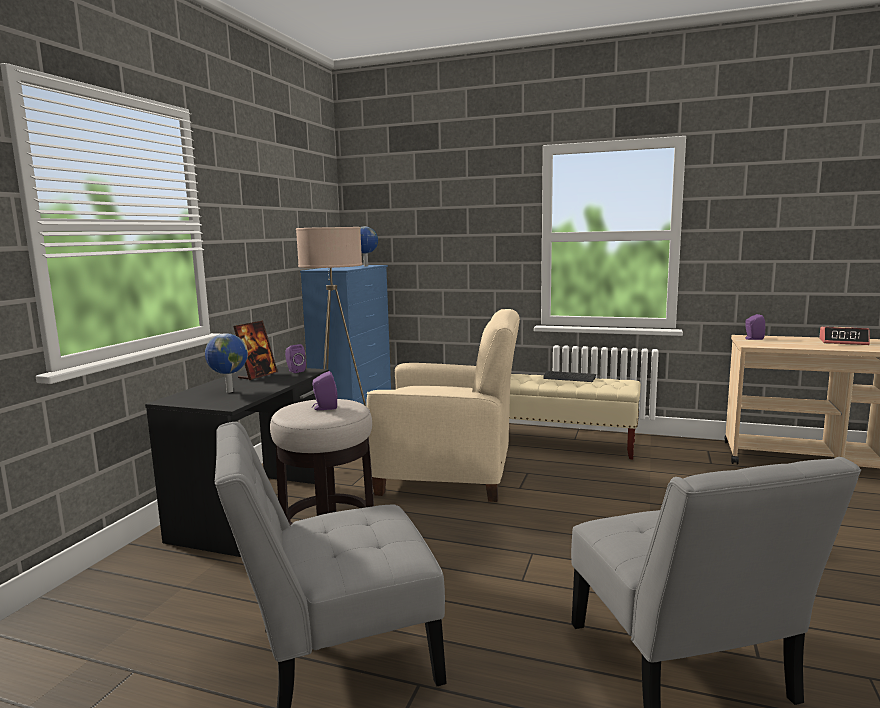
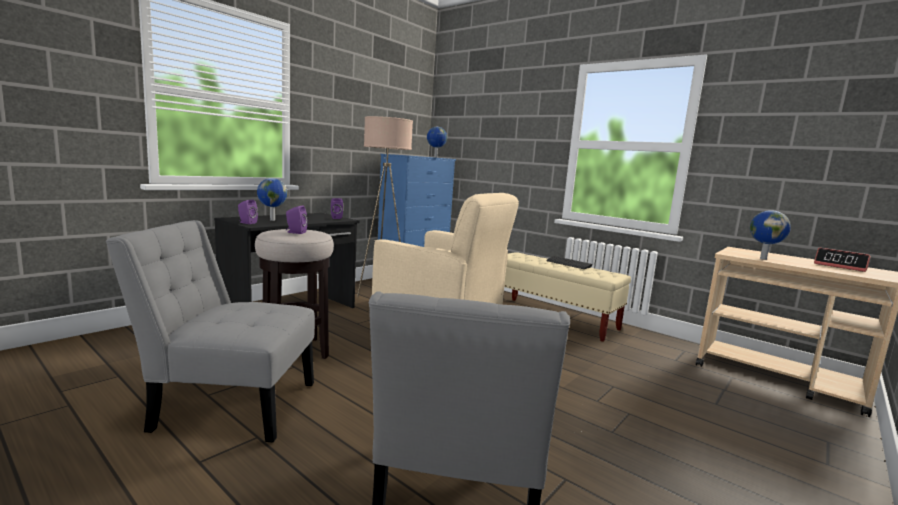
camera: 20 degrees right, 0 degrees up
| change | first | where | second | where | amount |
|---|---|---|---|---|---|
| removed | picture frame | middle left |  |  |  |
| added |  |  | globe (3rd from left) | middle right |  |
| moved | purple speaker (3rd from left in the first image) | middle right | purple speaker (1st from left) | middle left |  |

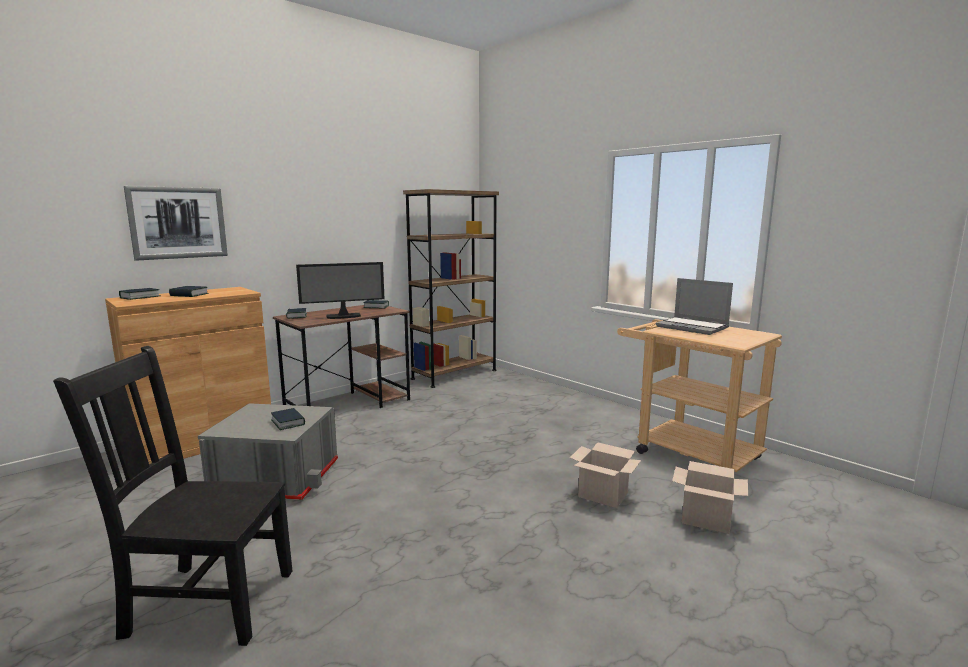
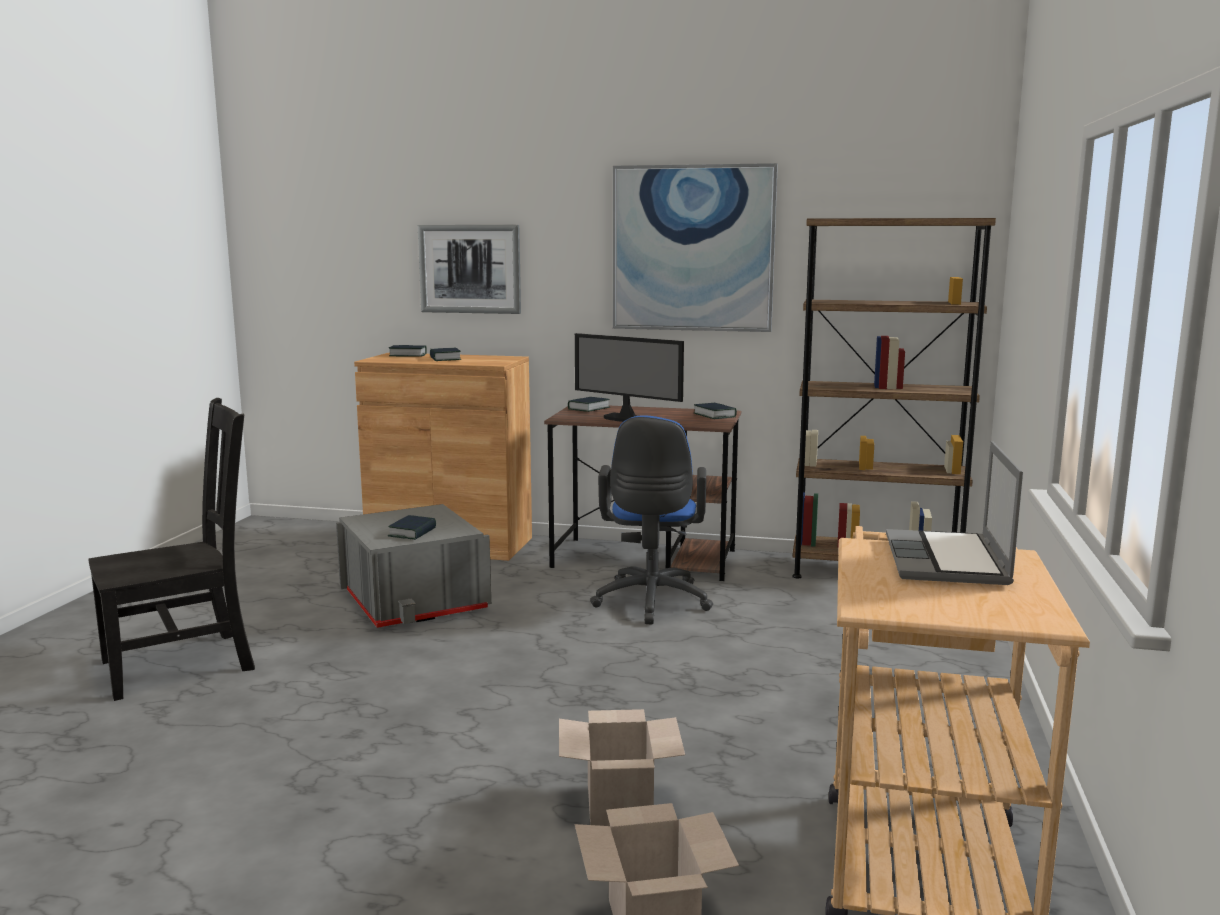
camera: 55 degrees right, 0 degrees up
| change | first | where | second | where | amount |
|---|---|---|---|---|---|
| added |  |  | blue office chair | centre |  |
| added |  |  | picture (2nd from left) | top centre |  |
| turned | black chair | bottom left |  | middle left | 90 degrees clockwise |

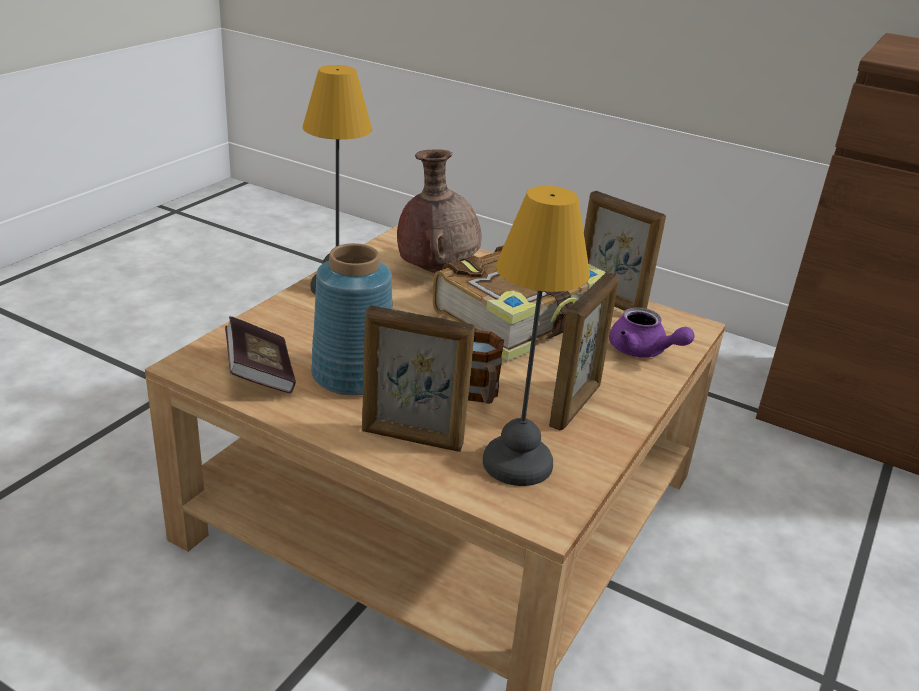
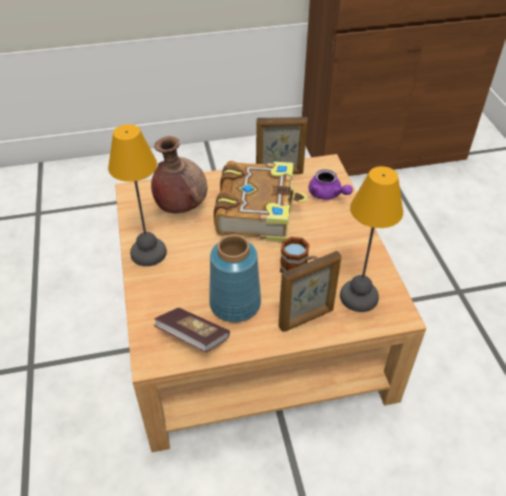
camera: 40 degrees left, 15 degrees up
| change | first | where | second | where | amount |
|---|---|---|---|---|---|
| removed | picture frame (2nd from left) | centre |  |  |  |
| turned | purple teapot | middle right |  | centre | 45 degrees clockwise |

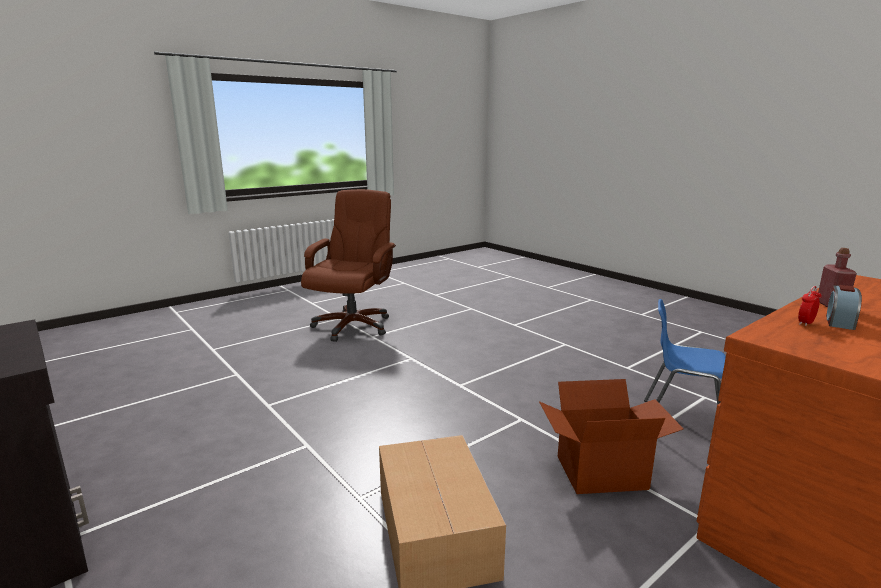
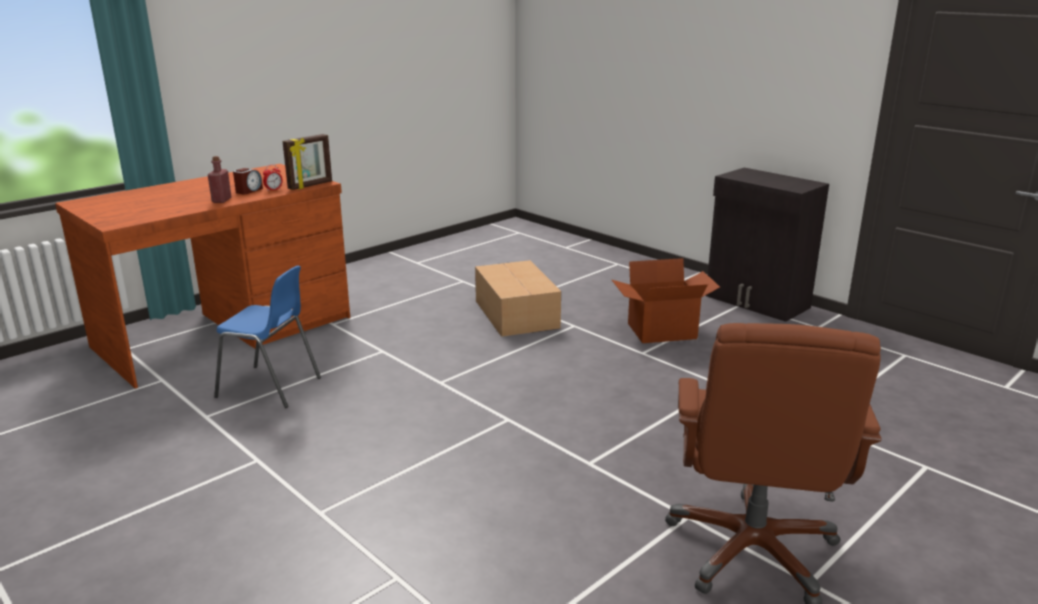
camera: 175 degrees right, 5 degrees up
| change | first | where | second | where | amount |
|---|---|---|---|---|---|
| added |  |  | picture frame | top left |  |
| moved | cardboard box (2nd from left) | bottom right |  | centre |  |

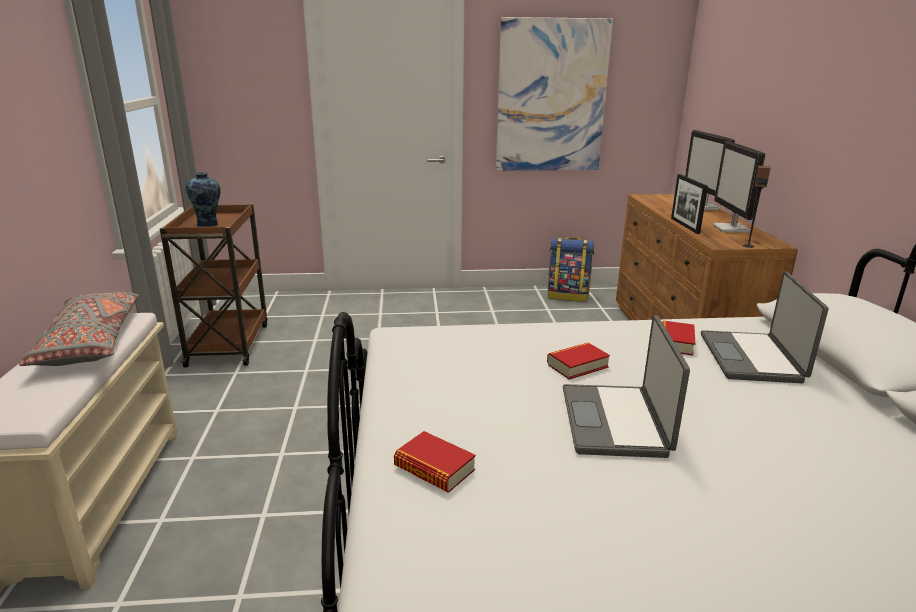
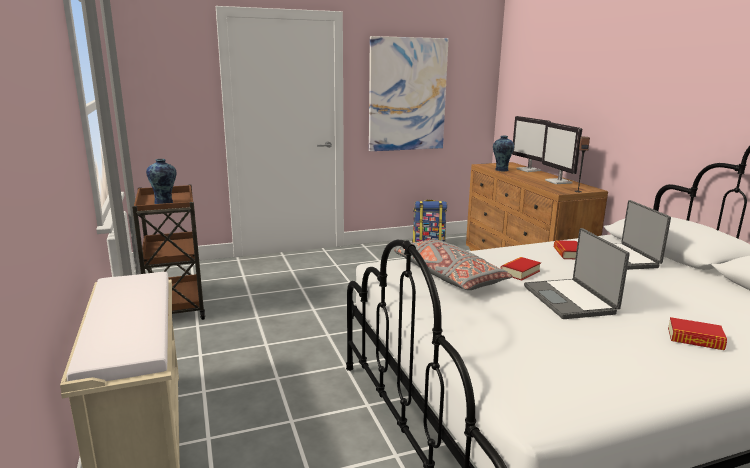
camera: 15 degrees left, 5 degrees down
| change | first | where | second | where | amount |
|---|---|---|---|---|---|
| removed | picture frame | middle right |  |  |  |
| added |  |  | vase (2nd from left) | top right |  |
| moved | grey pillow | middle left |  | centre |  |
| moved | book (1st from left in the first image) | bottom centre | book (3rd from left) | bottom right |  |

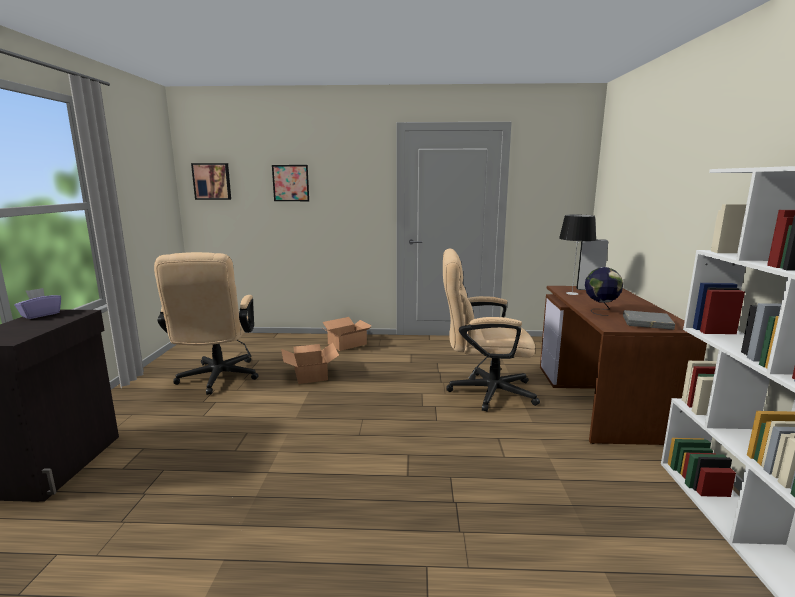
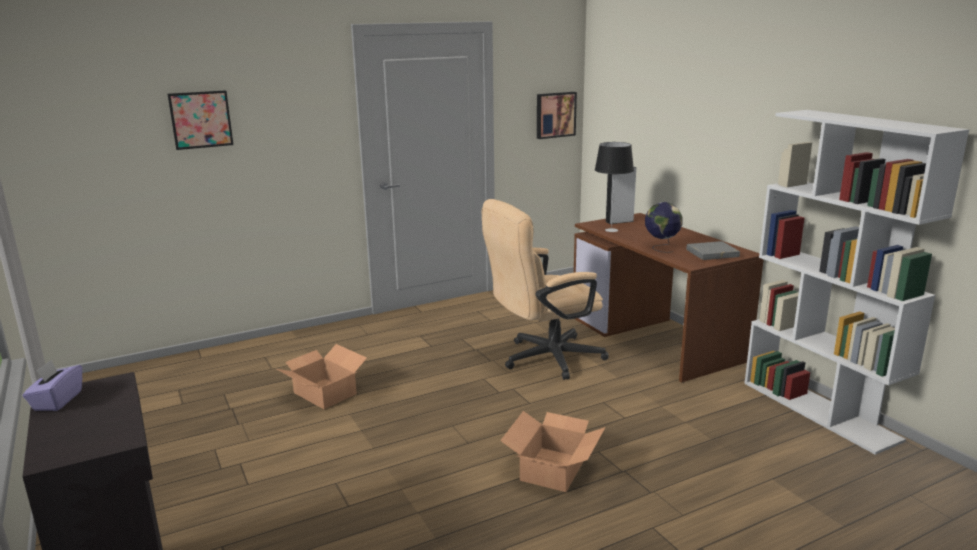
camera: 30 degrees left, 5 degrees up
| change | first | where | second | where | amount |
|---|---|---|---|---|---|
| removed | beige office chair (1st from left) | middle left |  |  |  |
| moved | picture (1st from left in the first image) | top left | picture (2nd from left) | top centre |  |
| moved | cardboard box (2nd from left) | centre |  | bottom centre |  |

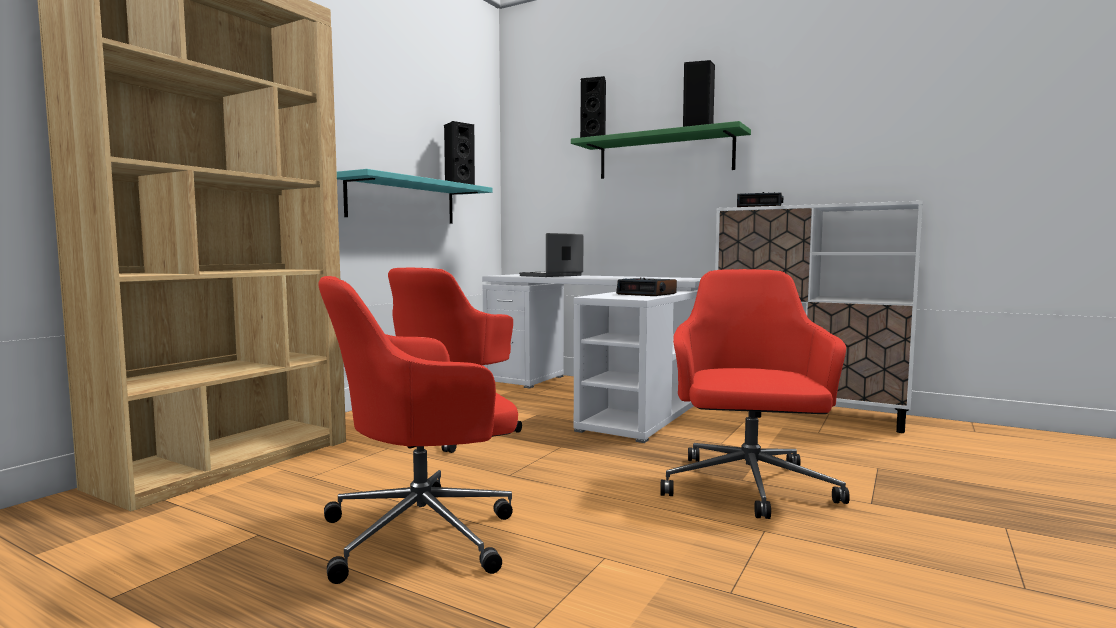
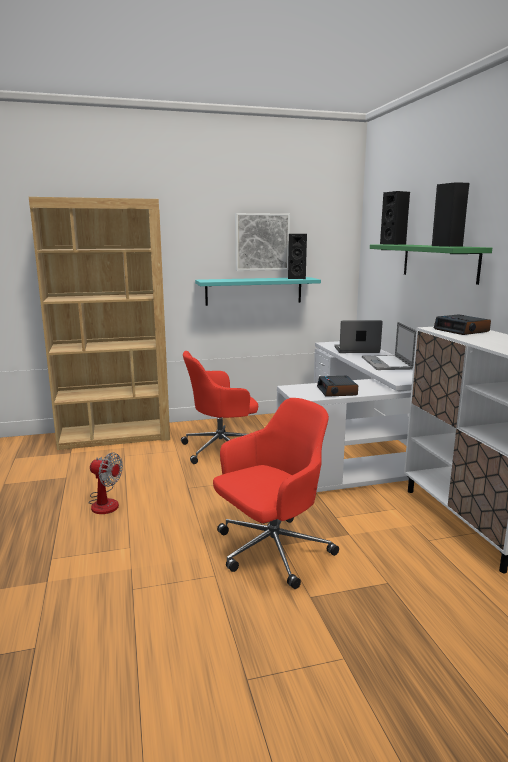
camera: 45 degrees right, 10 degrees up
| change | first | where | second | where | amount |
|---|---|---|---|---|---|
| added |  |  | picture | top centre |  |
| added |  |  | laptop (2nd from left) | middle right |  |
| replaced | red office chair (1st from left) | bottom centre | fan | middle left |  |

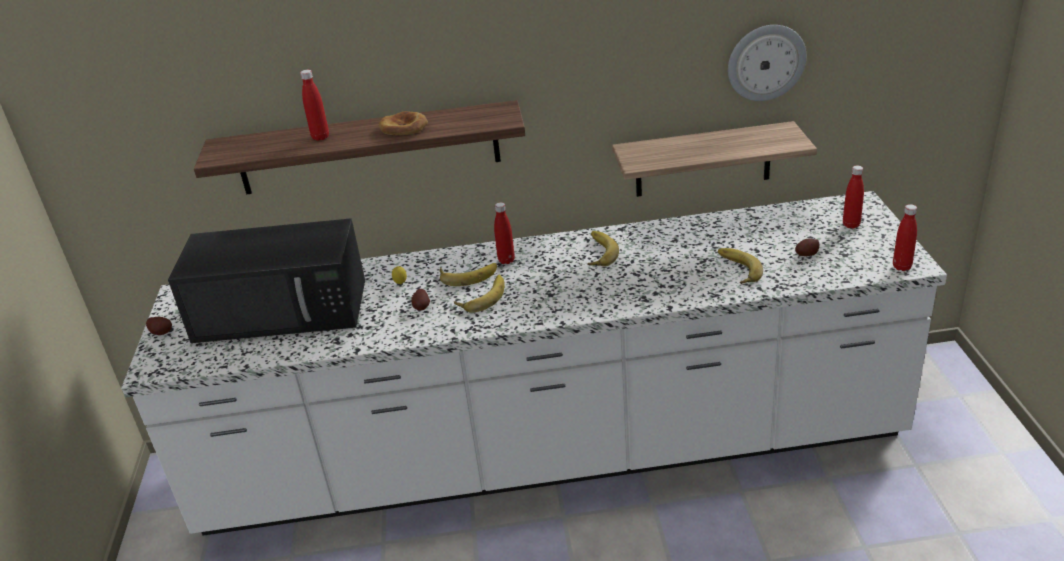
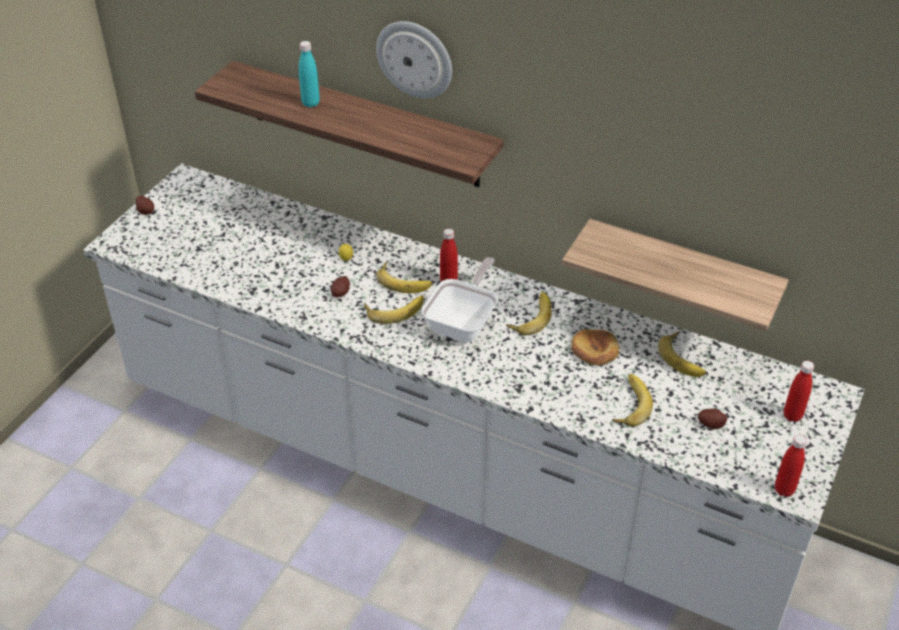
camera: 30 degrees right, 10 degrees up
| change | first | where | second | where | amount |
|---|---|---|---|---|---|
| removed | black microwave | middle left |  |  |  |
| added |  |  | frying pan | centre |  |
| added |  |  | banana (5th from left) | middle right |  |
| moved | bread | top centre |  | centre |  |
| moved | wall clock | top right |  | top centre |  |
| recoloured | red bottle (1st from left) | top left | turquoise bottle | top centre |  |

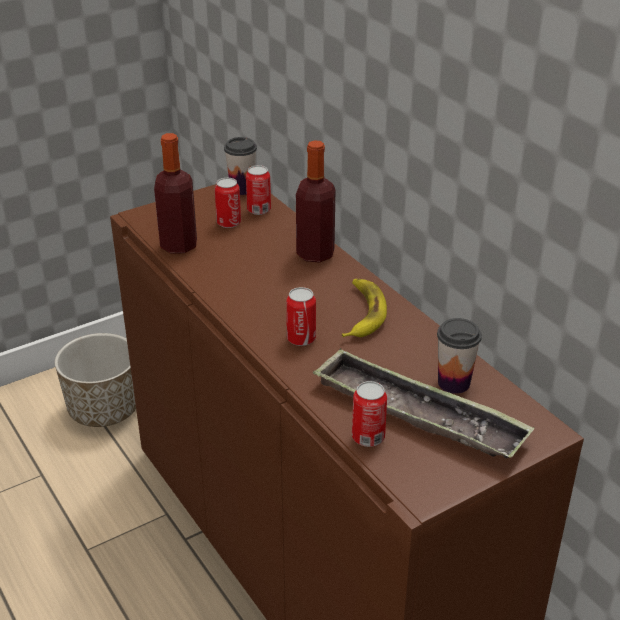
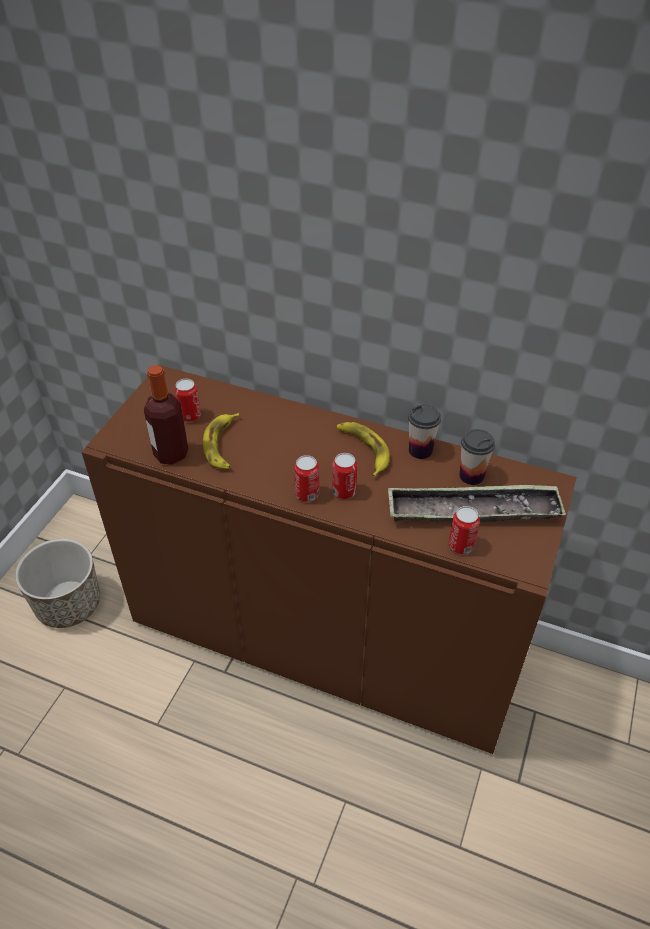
camera: 35 degrees left, 10 degrees up
| change | first | where | second | where | amount |
|---|---|---|---|---|---|
| removed | bottle (2nd from left) | top centre |  |  |  |
| added |  |  | banana (1st from left) | centre |  |
| moved | cup (1st from left) | top centre |  | centre |  |
| moved | can (2nd from left) | top centre |  | centre |  |

